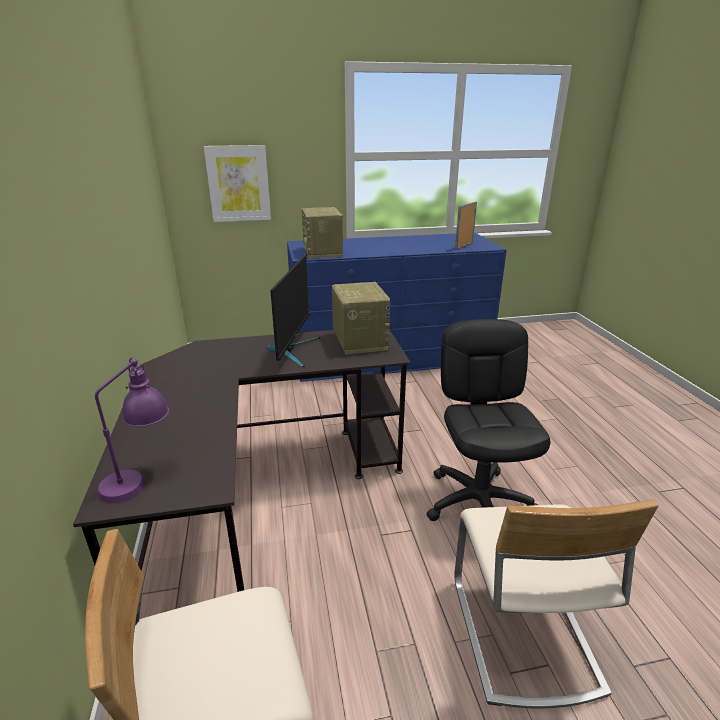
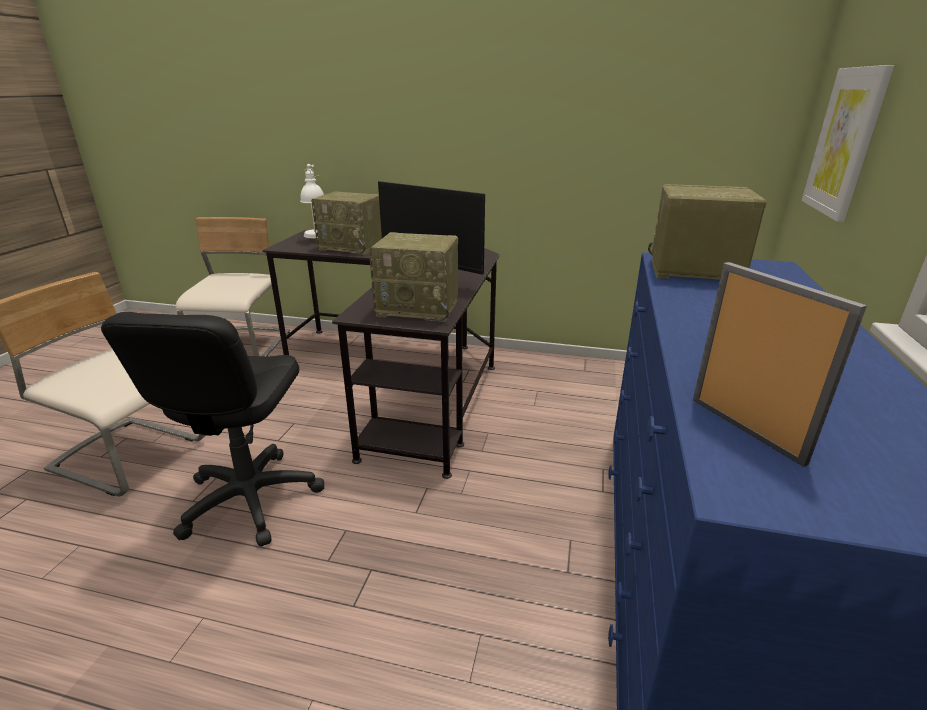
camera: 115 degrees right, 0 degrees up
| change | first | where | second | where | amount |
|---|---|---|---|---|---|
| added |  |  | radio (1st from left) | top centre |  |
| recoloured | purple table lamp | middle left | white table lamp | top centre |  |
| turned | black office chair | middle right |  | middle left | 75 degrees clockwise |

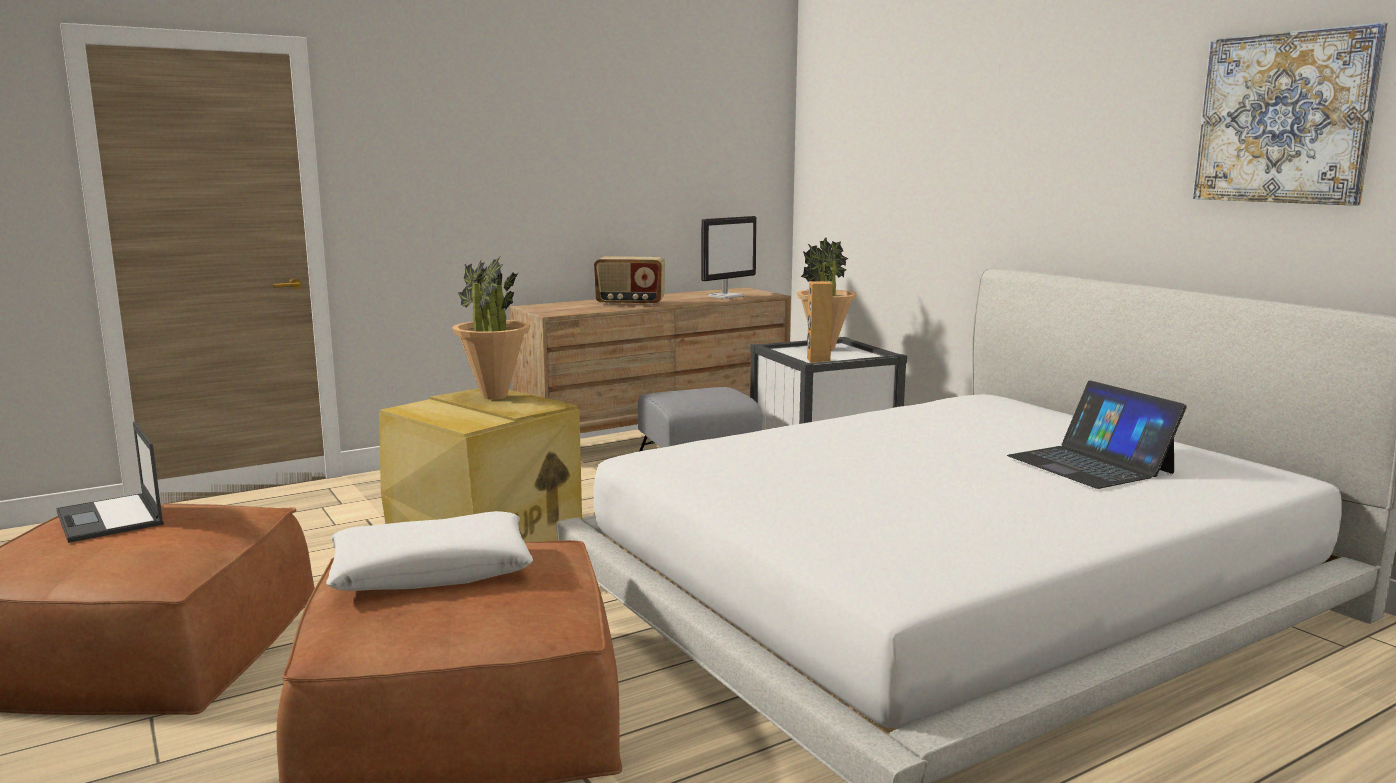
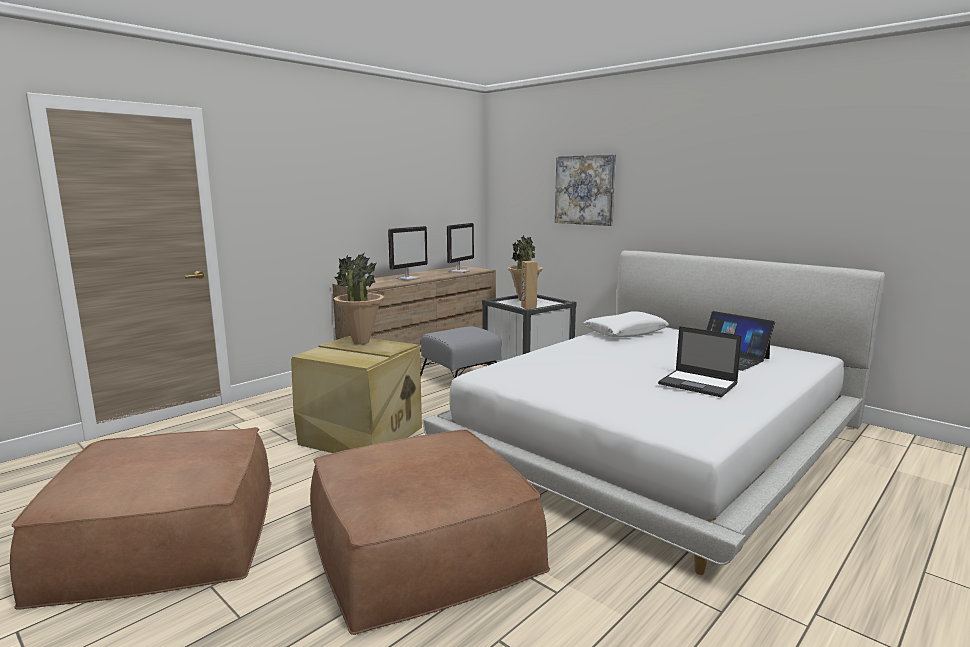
camera: 15 degrees left, 0 degrees up
| change | first | where | second | where | amount |
|---|---|---|---|---|---|
| moved | laptop (1st from left) | middle left |  | middle right |  |
| moved | white pillow | bottom left |  | centre |  |
| moved | picture | top right |  | top centre |  |
| replaced | radio | centre | monitor (1st from left) | centre |  |

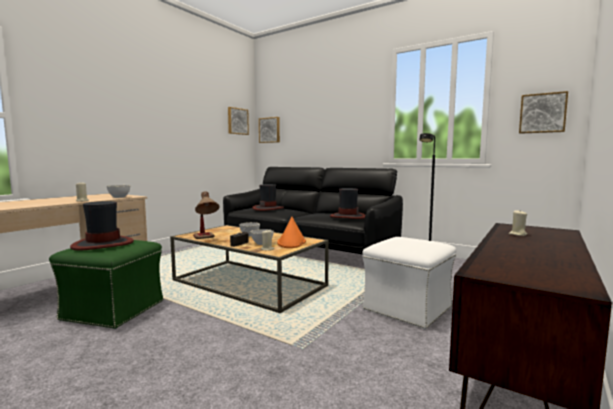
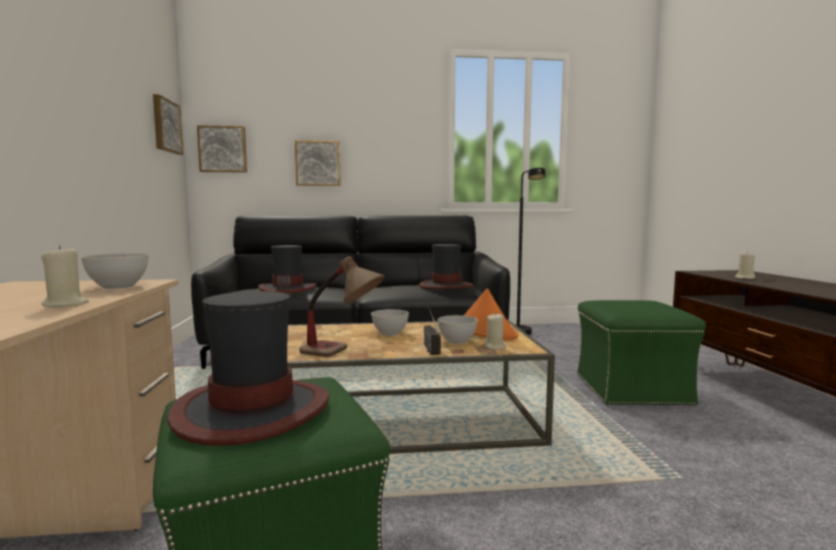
camera: 40 degrees left, 0 degrees up
| change | first | where | second | where | amount |
|---|---|---|---|---|---|
| moved | picture (3rd from left) | top right |  | top centre |  |
| recoloured | white ottoman | bottom right | green ottoman (2nd from left) | middle right |  |

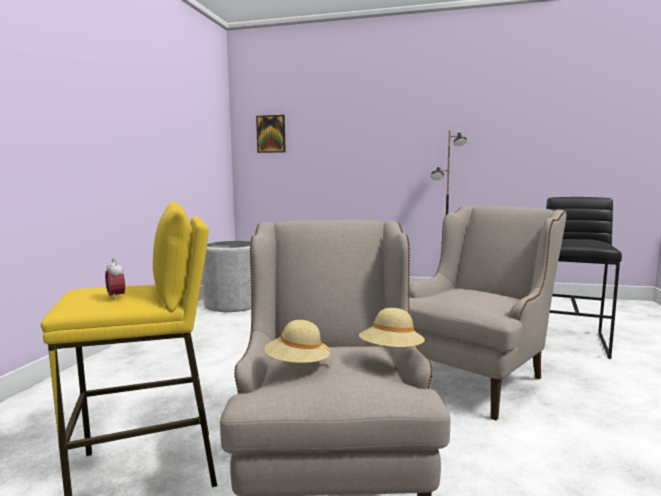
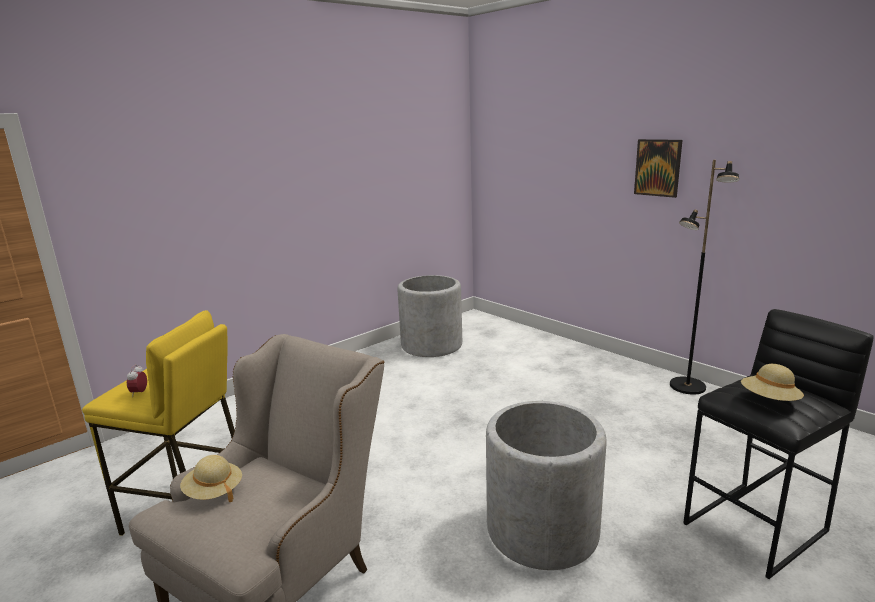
camera: 35 degrees right, 10 degrees up
| change | first | where | second | where | amount |
|---|---|---|---|---|---|
| moved | picture | top centre |  | top right |  |
| moved | beige hat (2nd from left) | centre |  | middle right |  |
| replaced | beige armchair (2nd from left) | middle right | grey planter (2nd from left) | bottom centre |  |

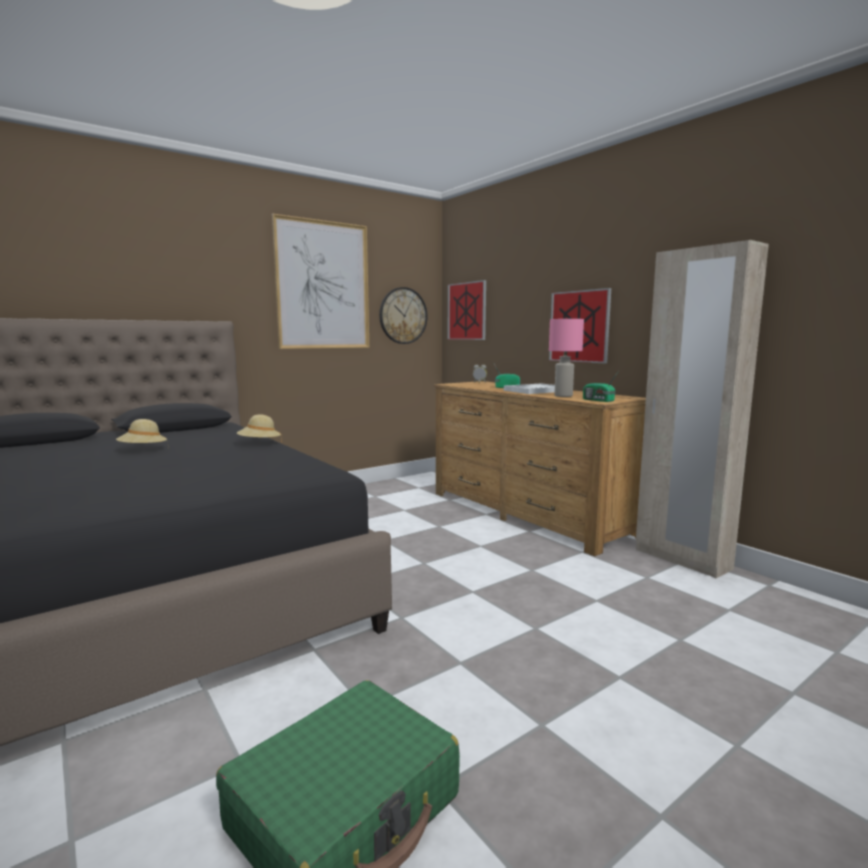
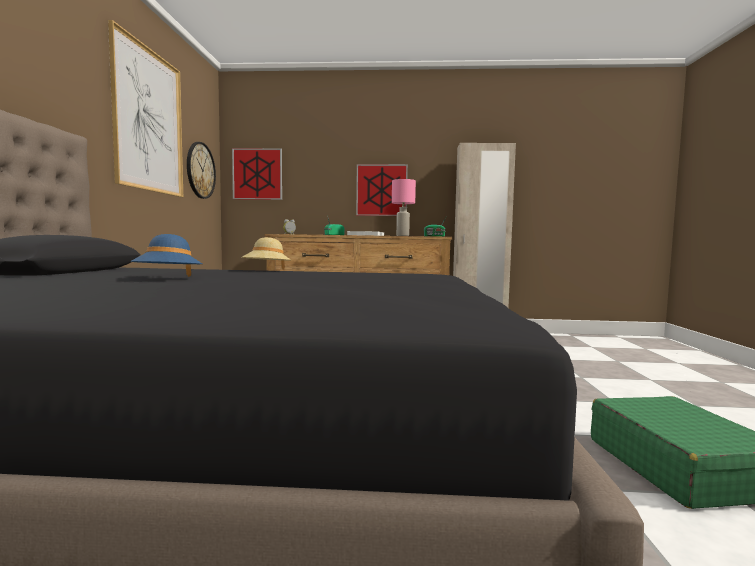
camera: 50 degrees left, 5 degrees down
| change | first | where | second | where | amount |
|---|---|---|---|---|---|
| recoloured | beige hat (1st from left) | middle left | blue hat | middle left |  |

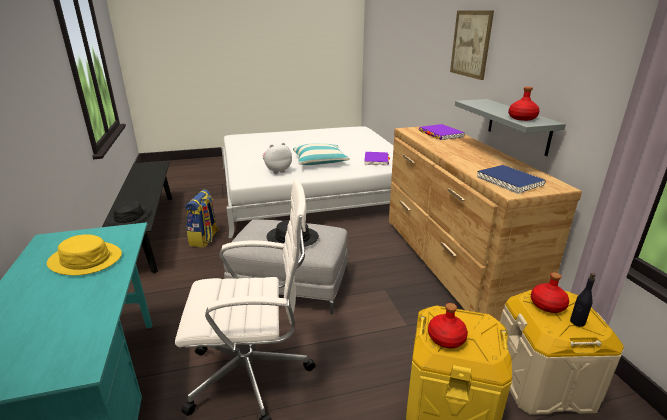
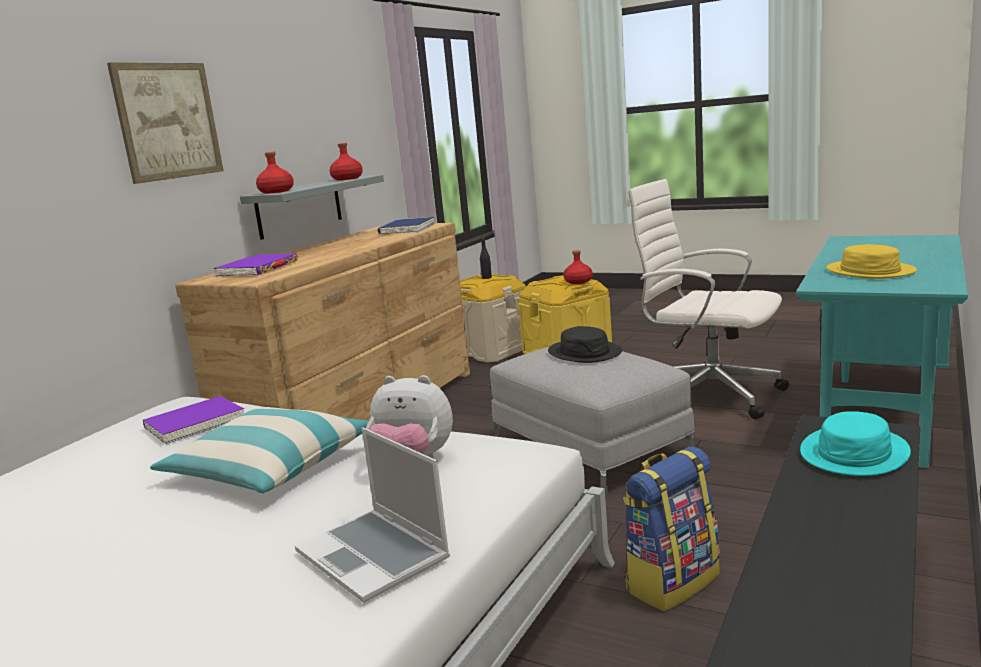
camera: 135 degrees left, 10 degrees down
| change | first | where | second | where | amount |
|---|---|---|---|---|---|
| added |  |  | laptop | bottom centre |  |
| moved | red bottle (3rd from left in the first image) | bottom right | red bottle (1st from left) | top left |  |
| recoloured | black hat (1st from left) | middle left | turquoise hat | middle right |  |

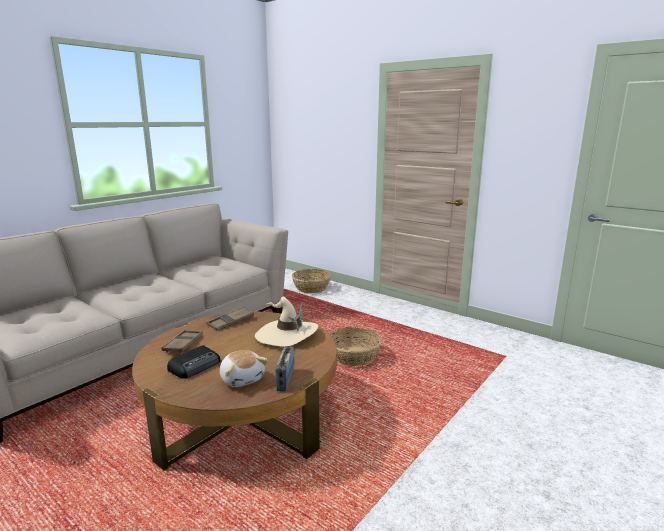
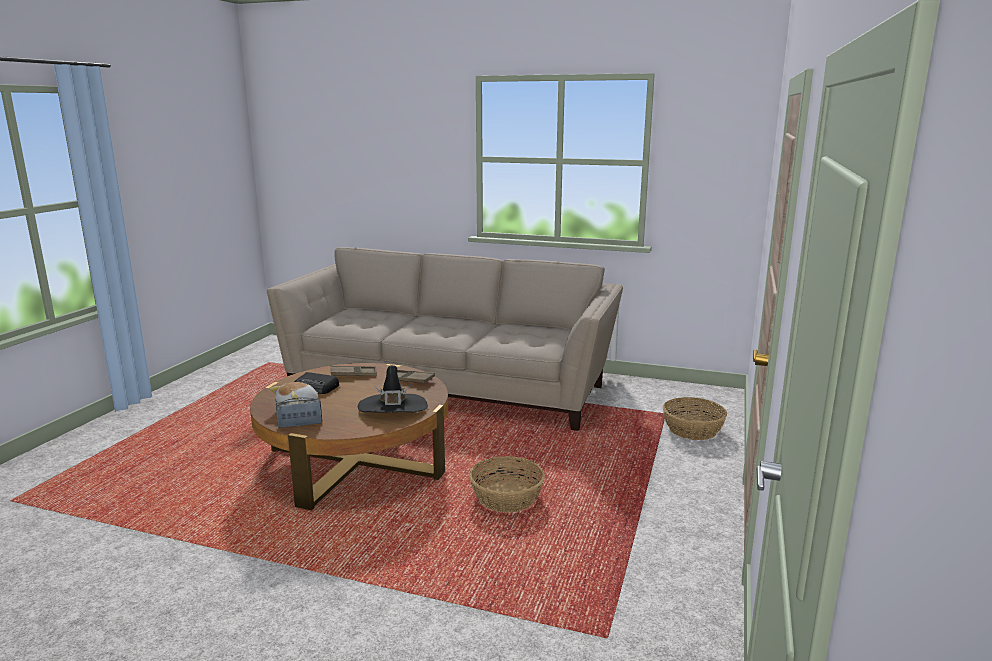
camera: 70 degrees right, 0 degrees up
| change | first | where | second | where | amount |
|---|---|---|---|---|---|
| recoloured | beige hat | centre | black hat | centre |  |

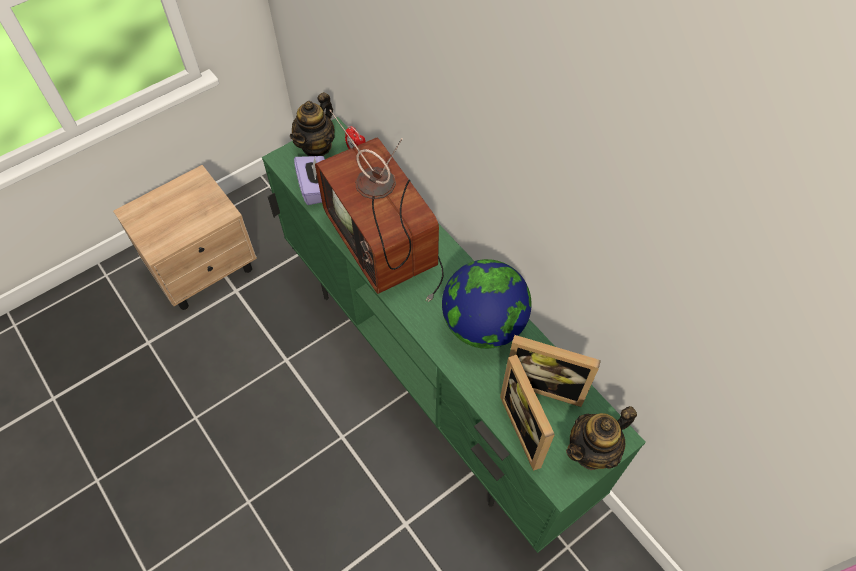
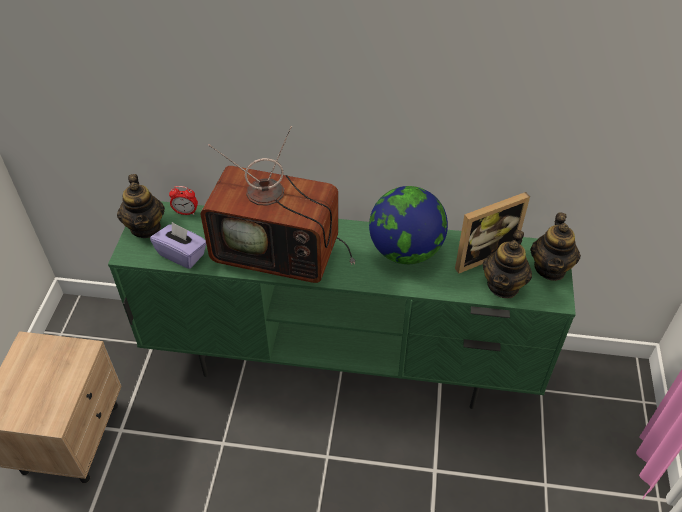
camera: 45 degrees left, 10 degrees down
| change | first | where | second | where | amount |
|---|---|---|---|---|---|
| replaced | picture frame (1st from left) | bottom centre | teapot (2nd from left) | middle right |  |

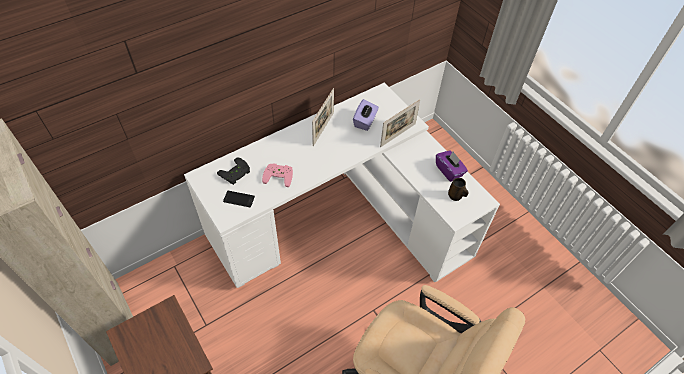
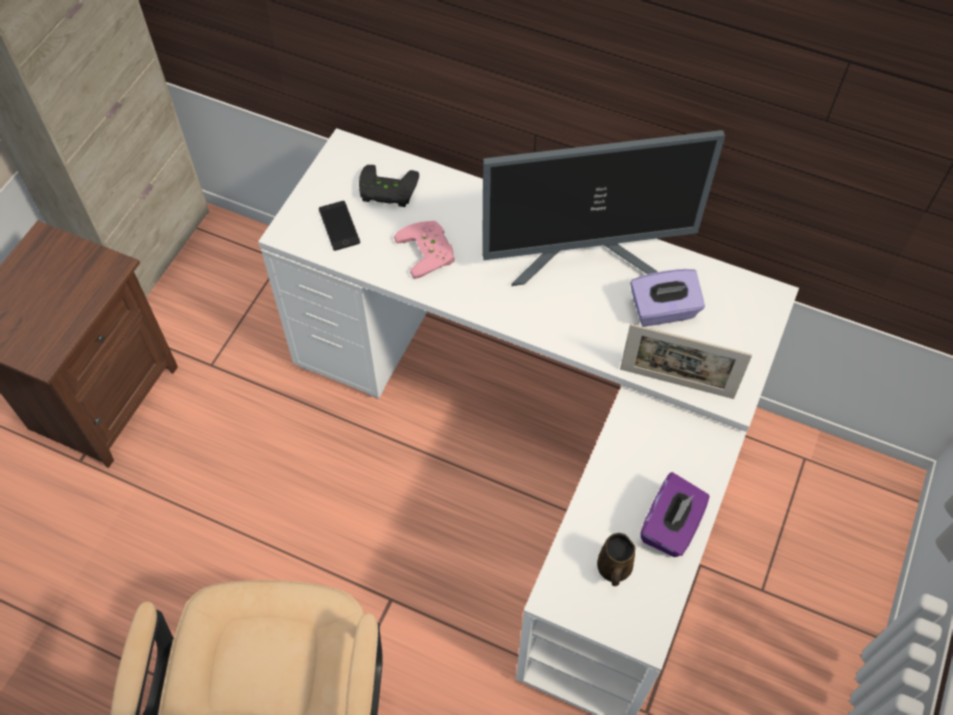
camera: 60 degrees right, 5 degrees up
| change | first | where | second | where | amount |
|---|---|---|---|---|---|
| replaced | picture frame (1st from left) | top centre | monitor | top centre |  |

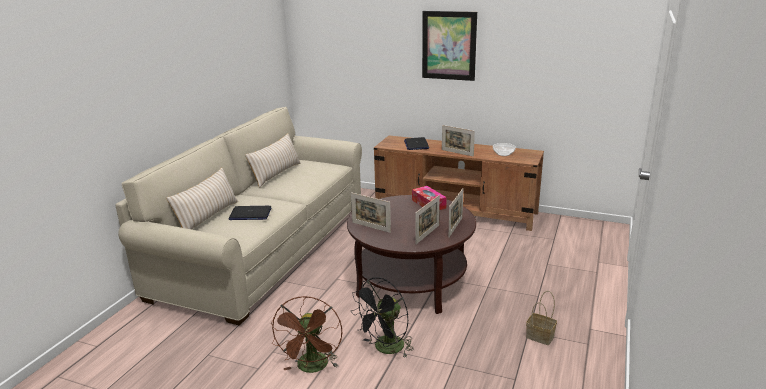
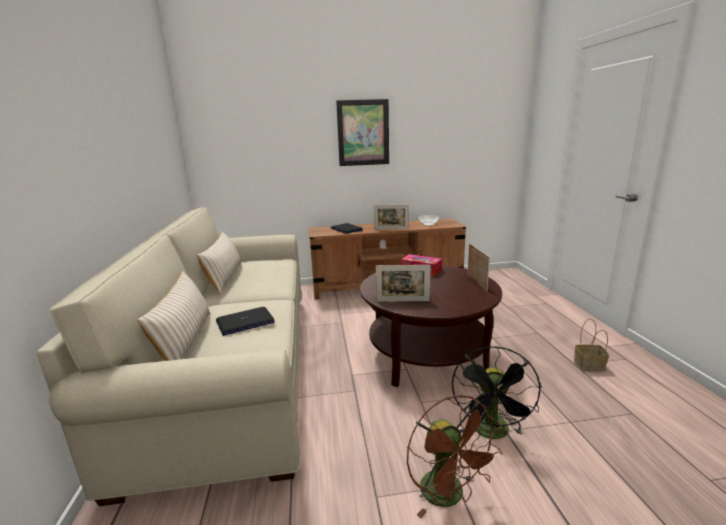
camera: 30 degrees left, 5 degrees down
| change | first | where | second | where | amount |
|---|---|---|---|---|---|
| removed | picture frame (2nd from left) | centre |  |  |  |

